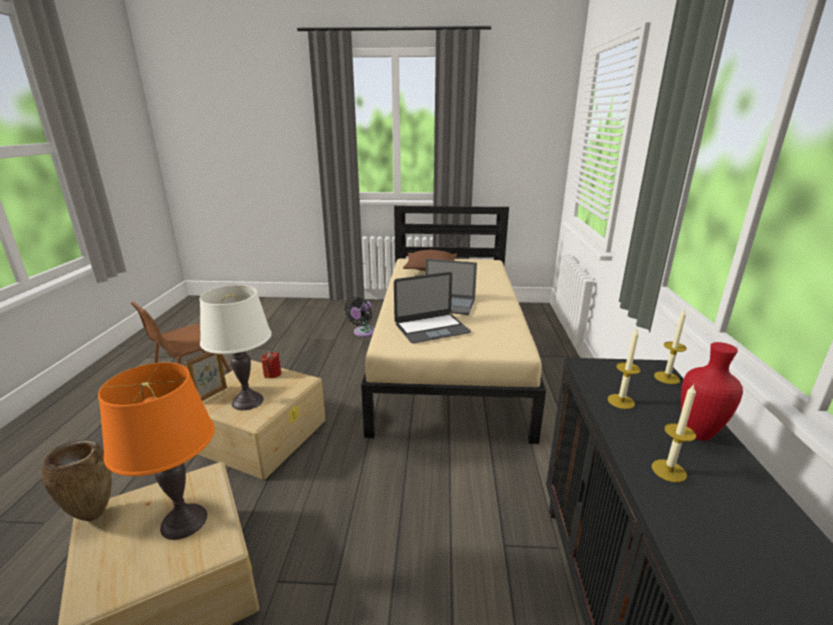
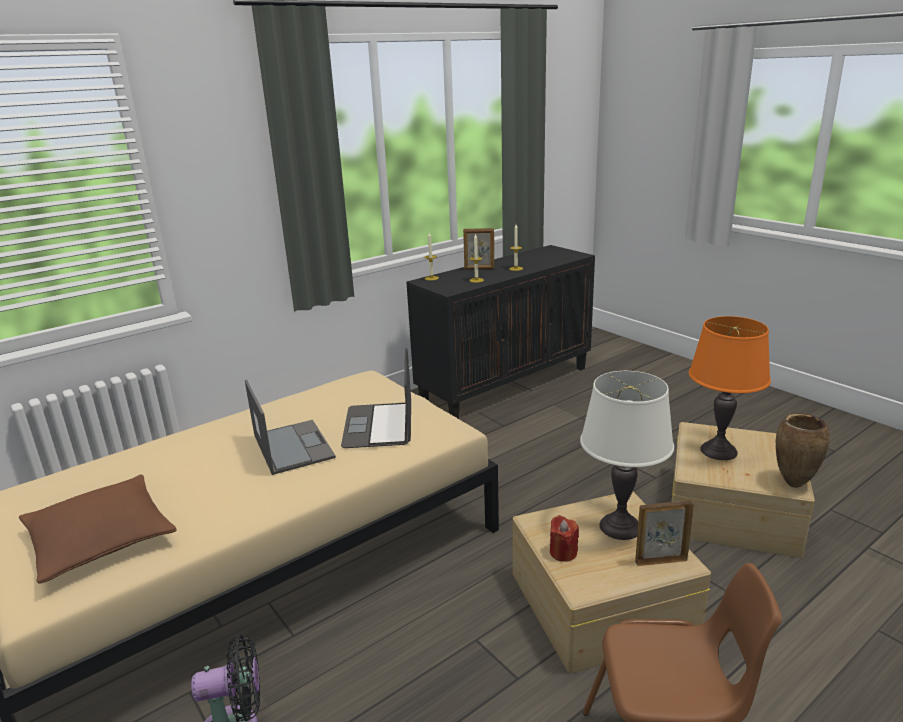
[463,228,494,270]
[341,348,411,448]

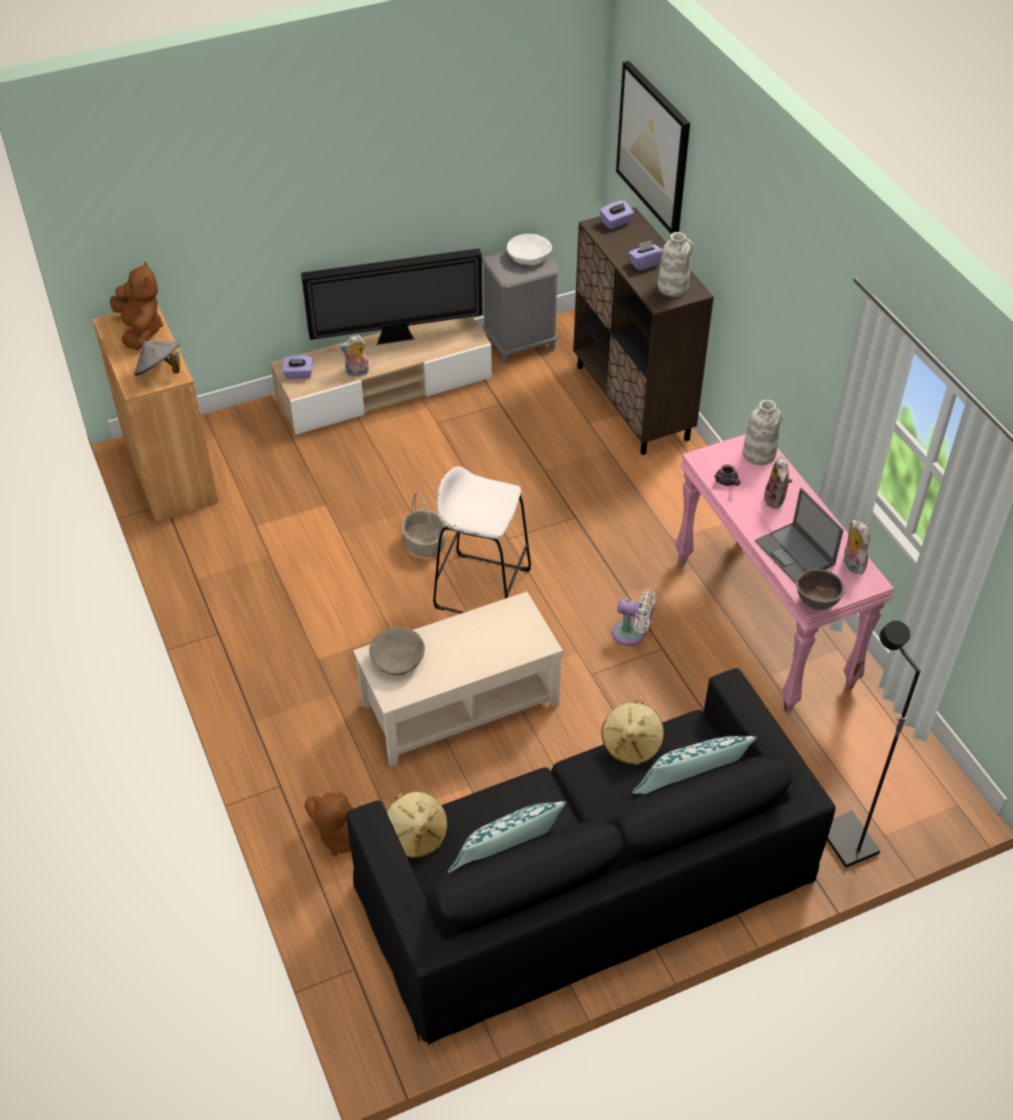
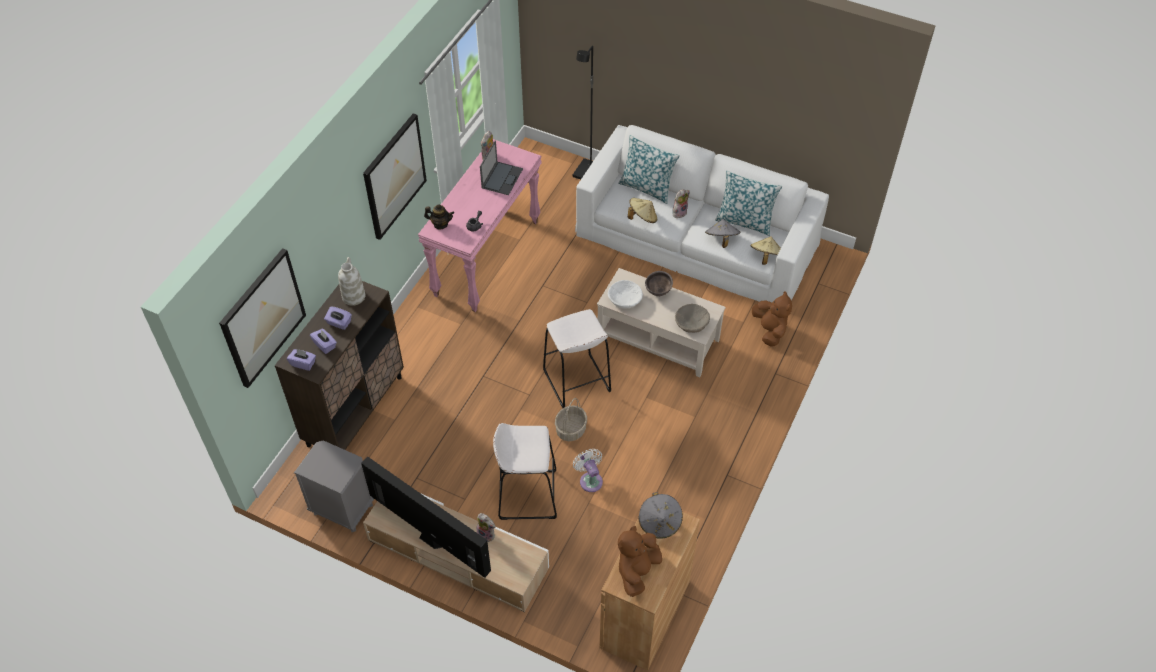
[363,113,427,240]
[493,423,557,520]
[705,219,740,248]
[310,329,337,354]
[608,280,643,309]
[573,449,603,492]
[672,189,690,218]
[645,271,673,296]
[424,204,454,229]
[575,125,829,302]

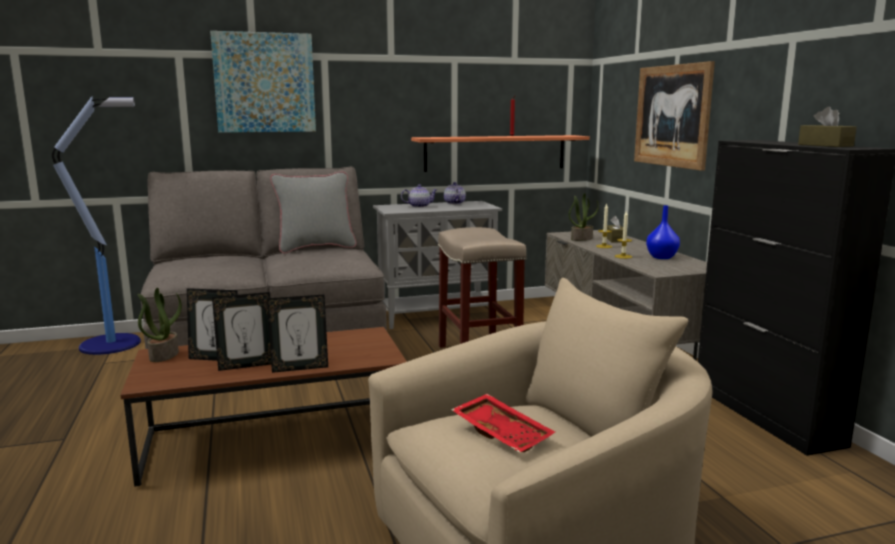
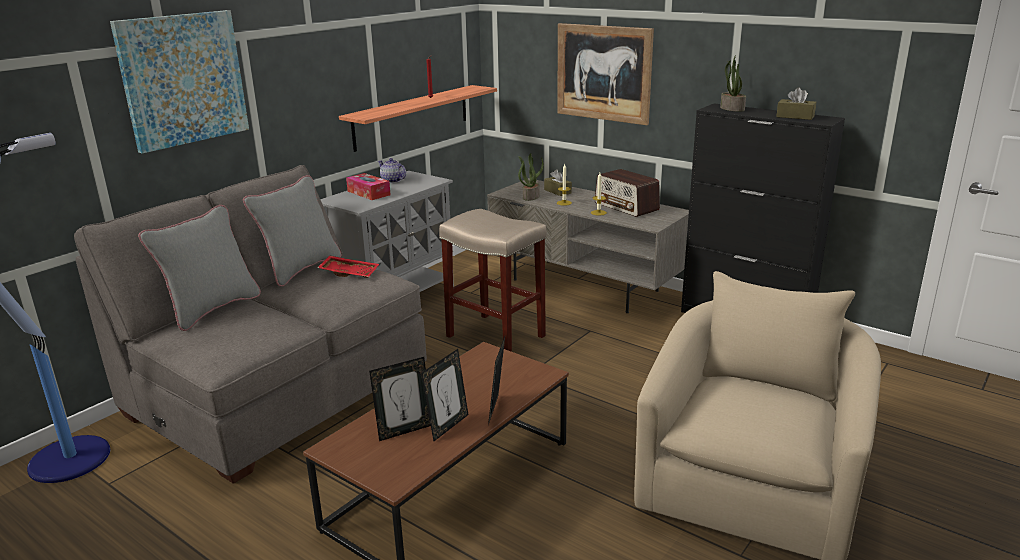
[138,205,261,331]
[720,55,746,112]
[317,255,379,278]
[346,173,391,200]
[595,169,660,217]
[488,337,505,425]

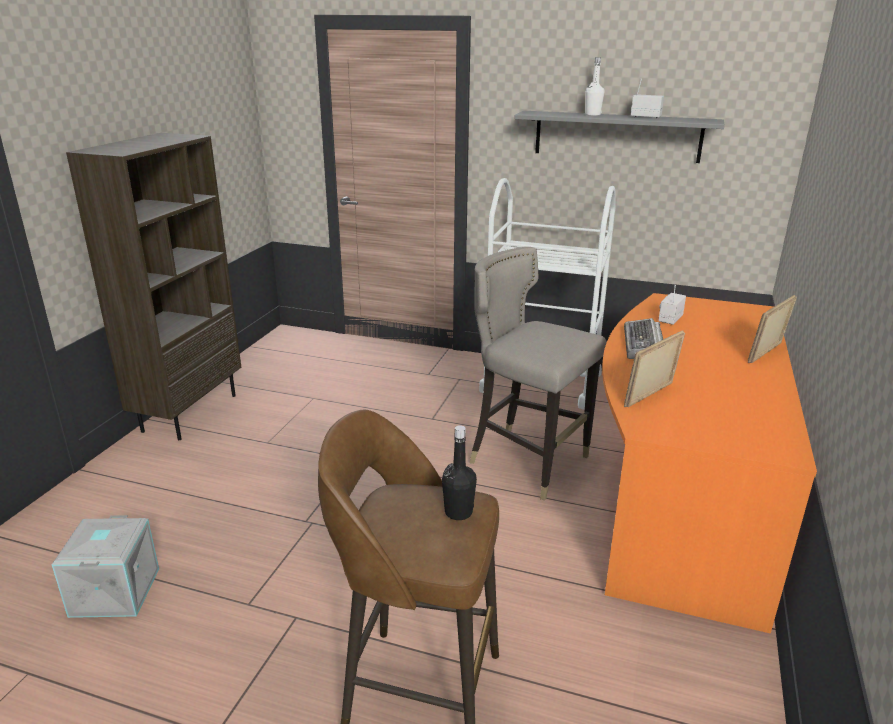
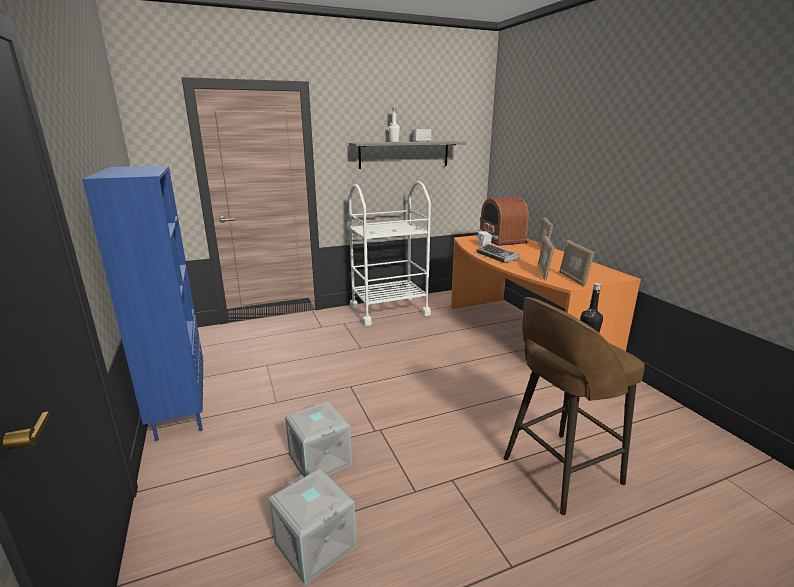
[469,247,607,500] (first image)
[285,401,352,477]
[478,197,529,246]
[560,240,594,287]
[82,165,203,441]

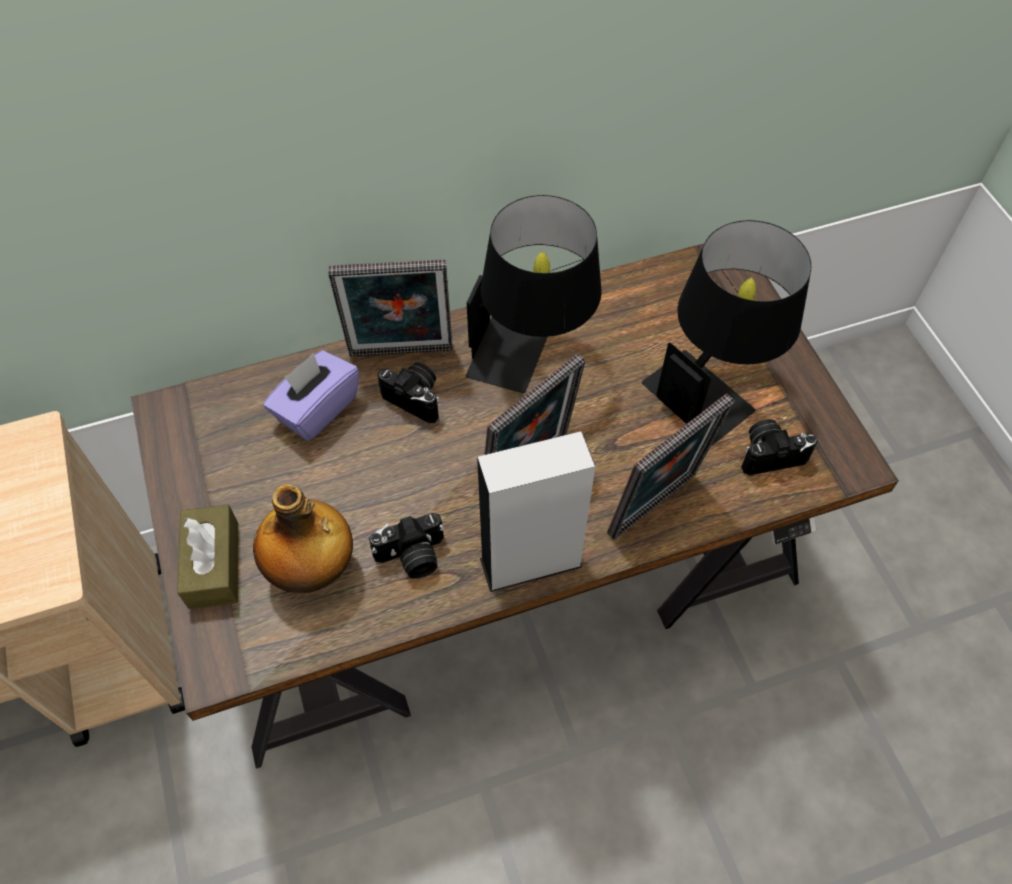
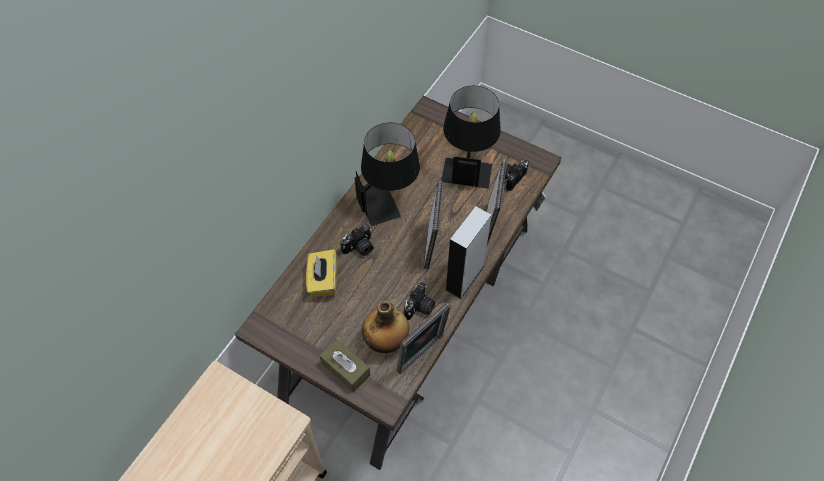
[396,302,451,374]
[306,249,337,297]
[340,225,374,256]

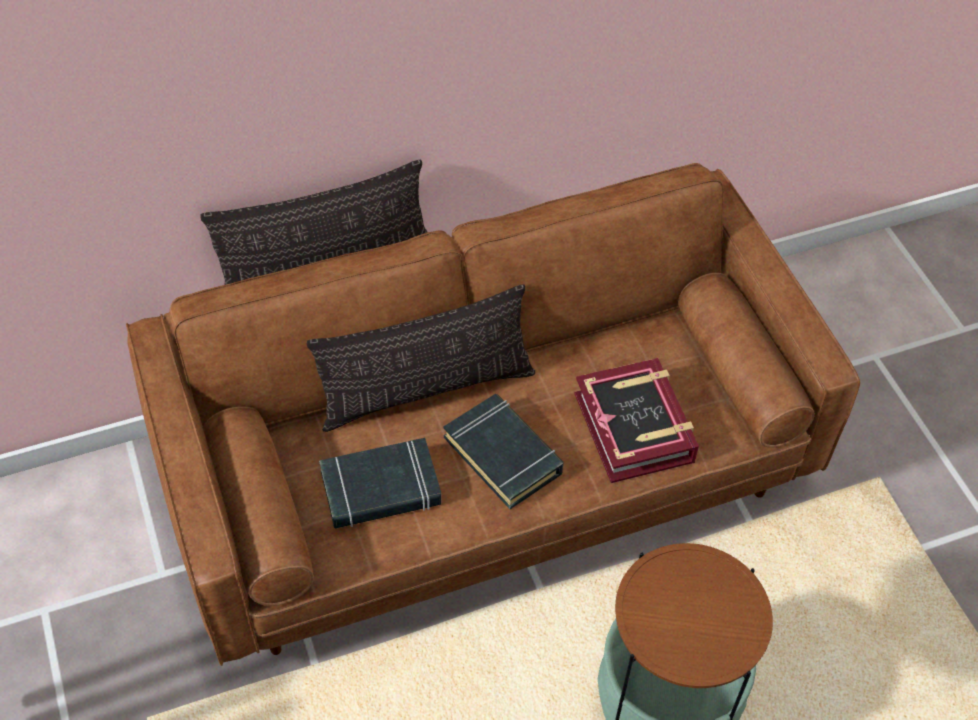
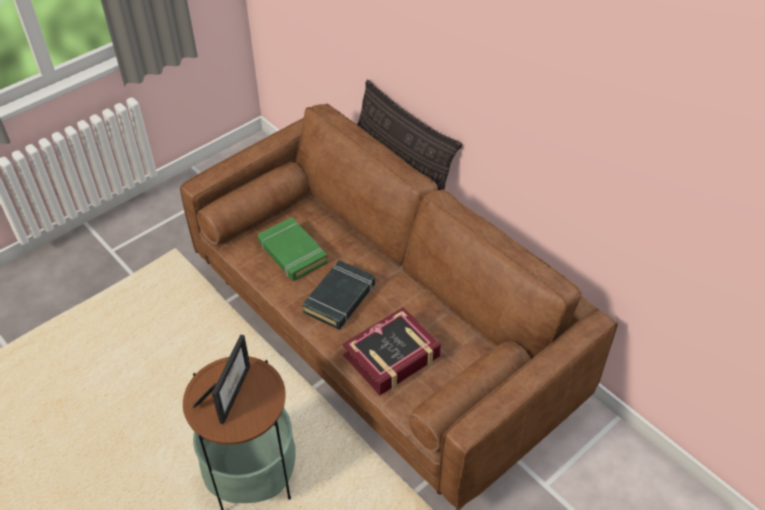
[307,284,536,432] (first image)
[192,334,250,424]
[258,217,328,281]

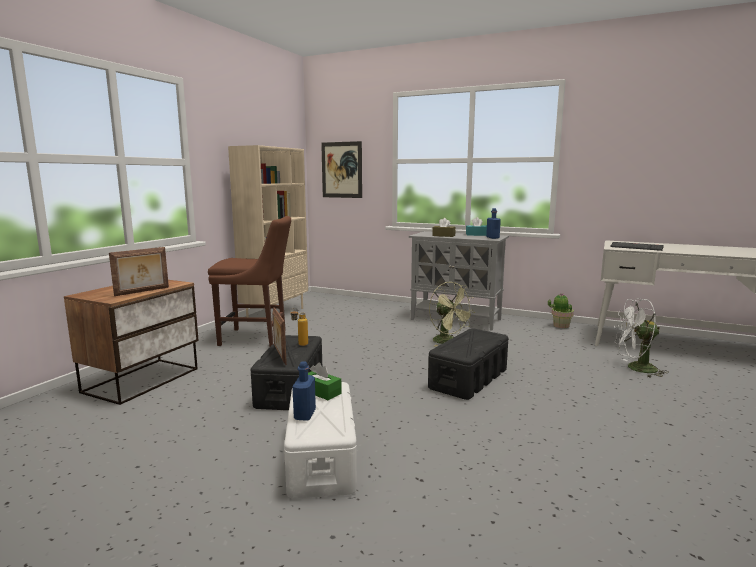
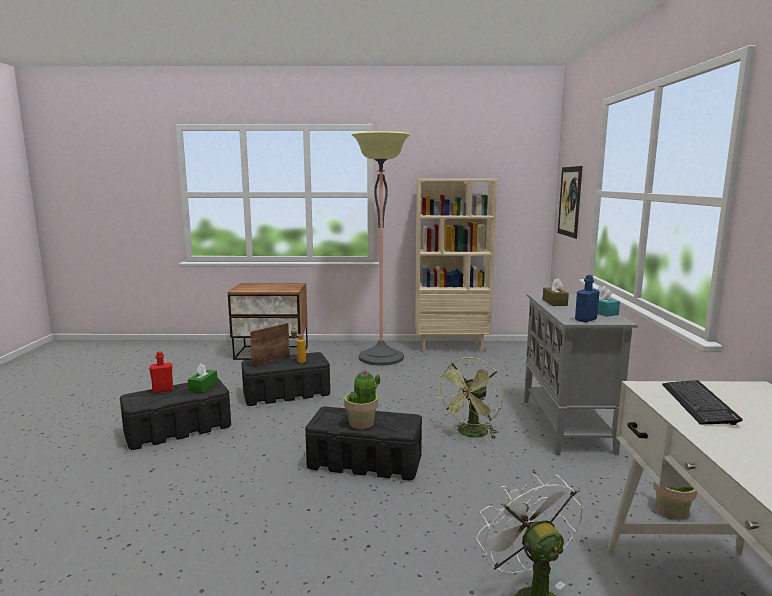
[109,247,169,296] (first image)
[344,370,380,429]
[352,131,410,366]
[120,378,231,450]
[149,351,173,393]

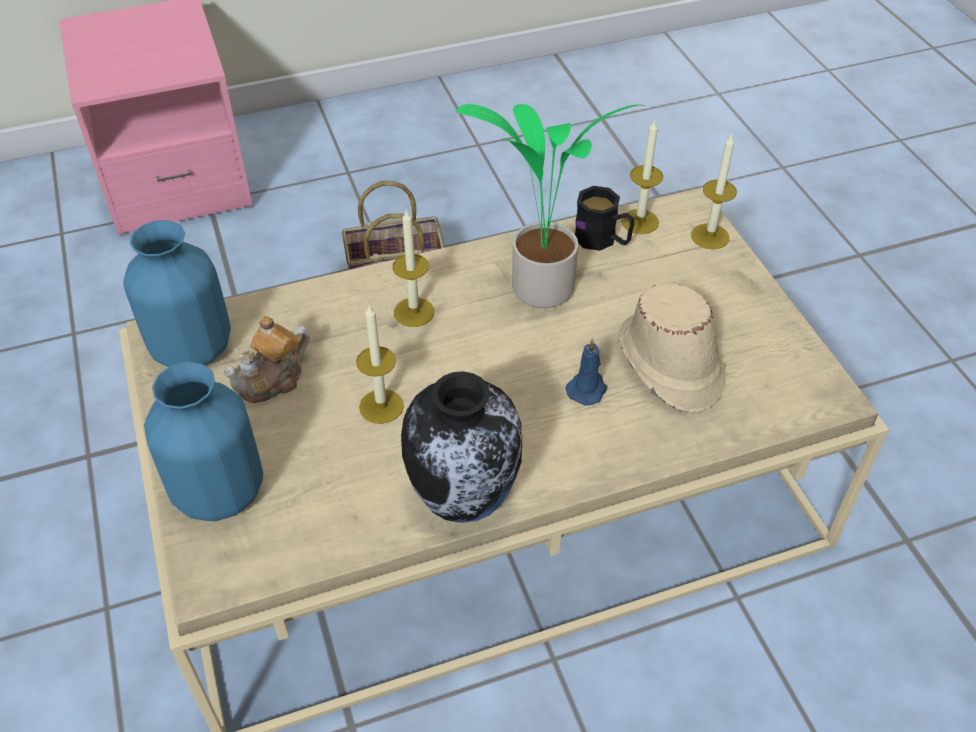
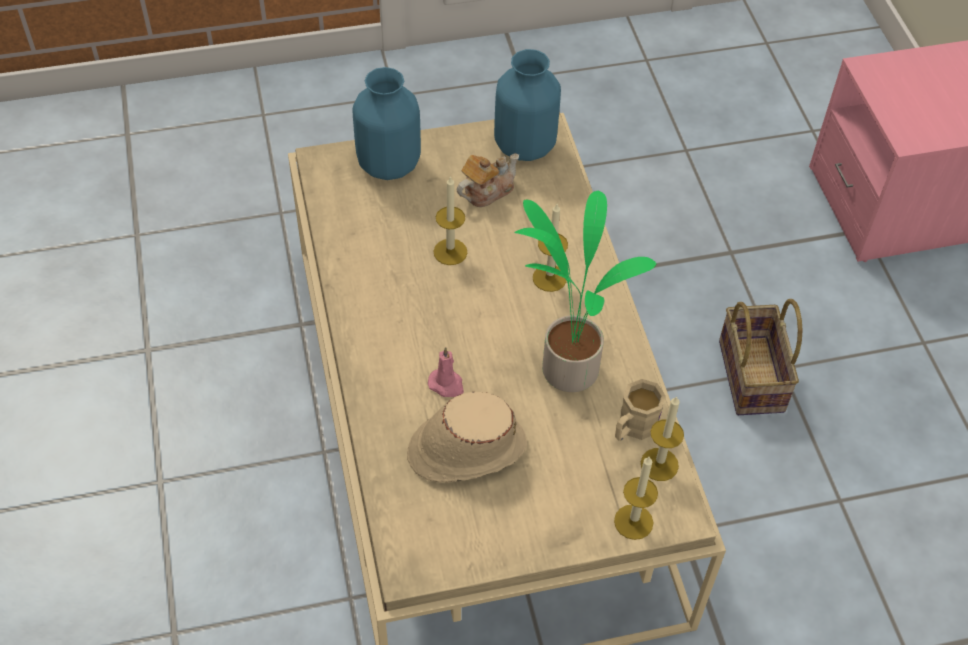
[401,371,522,523] (first image)
[428,347,464,397]
[615,379,666,441]
[457,153,519,207]

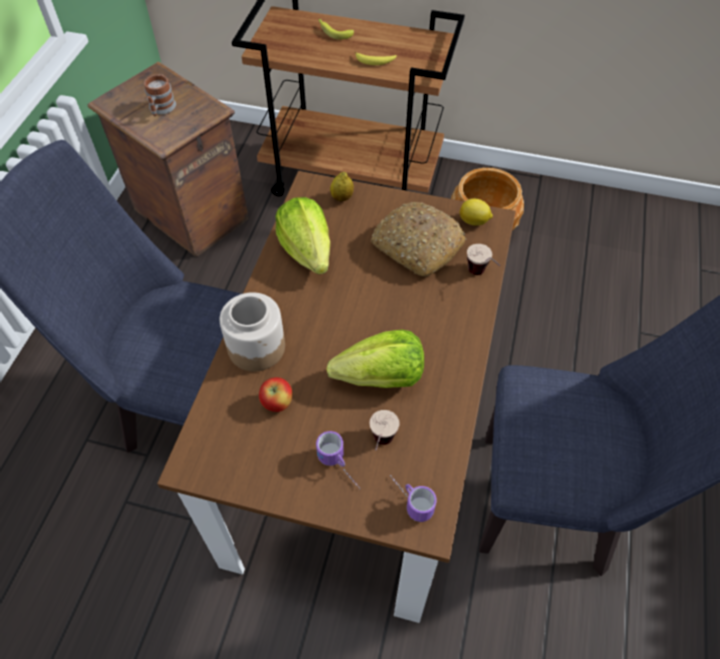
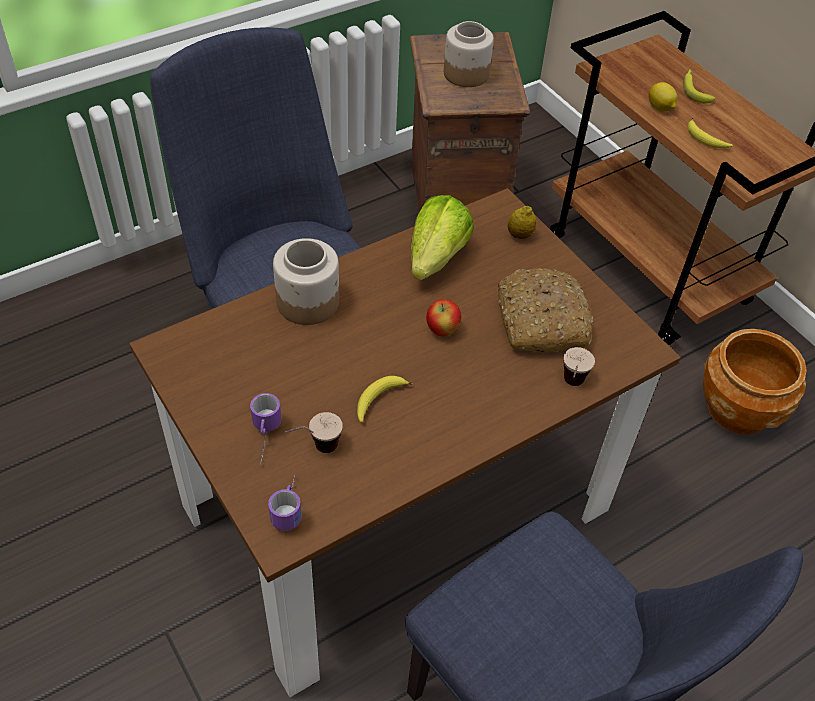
[426,299,461,337]
[648,82,677,111]
[444,21,494,87]
[357,376,412,423]

